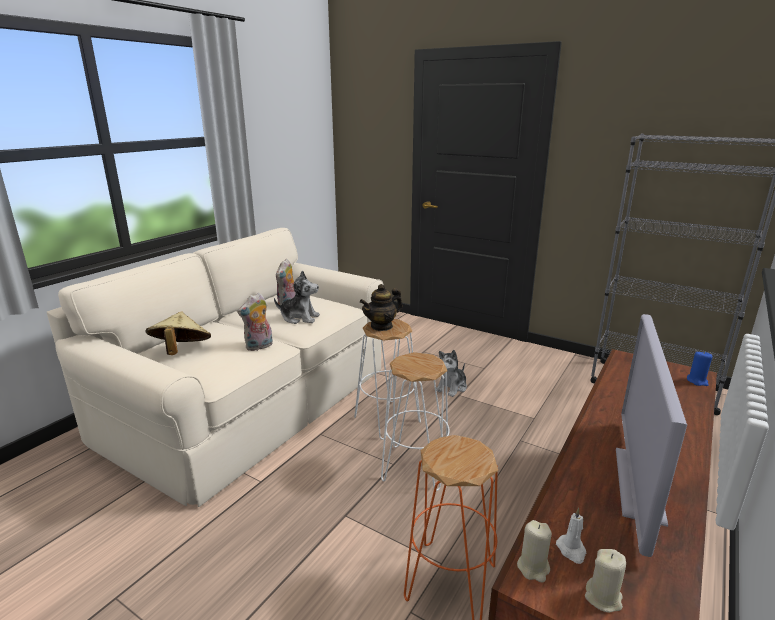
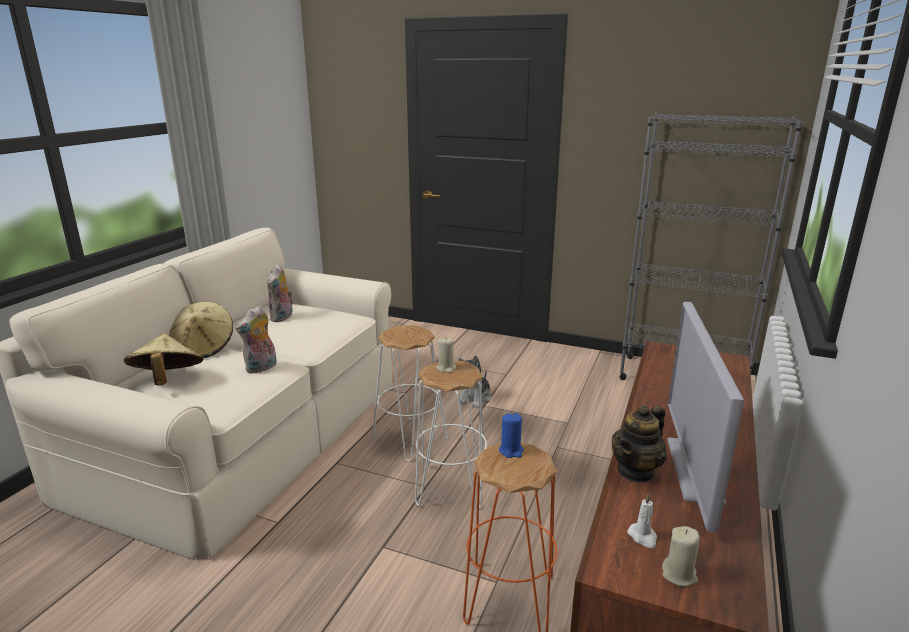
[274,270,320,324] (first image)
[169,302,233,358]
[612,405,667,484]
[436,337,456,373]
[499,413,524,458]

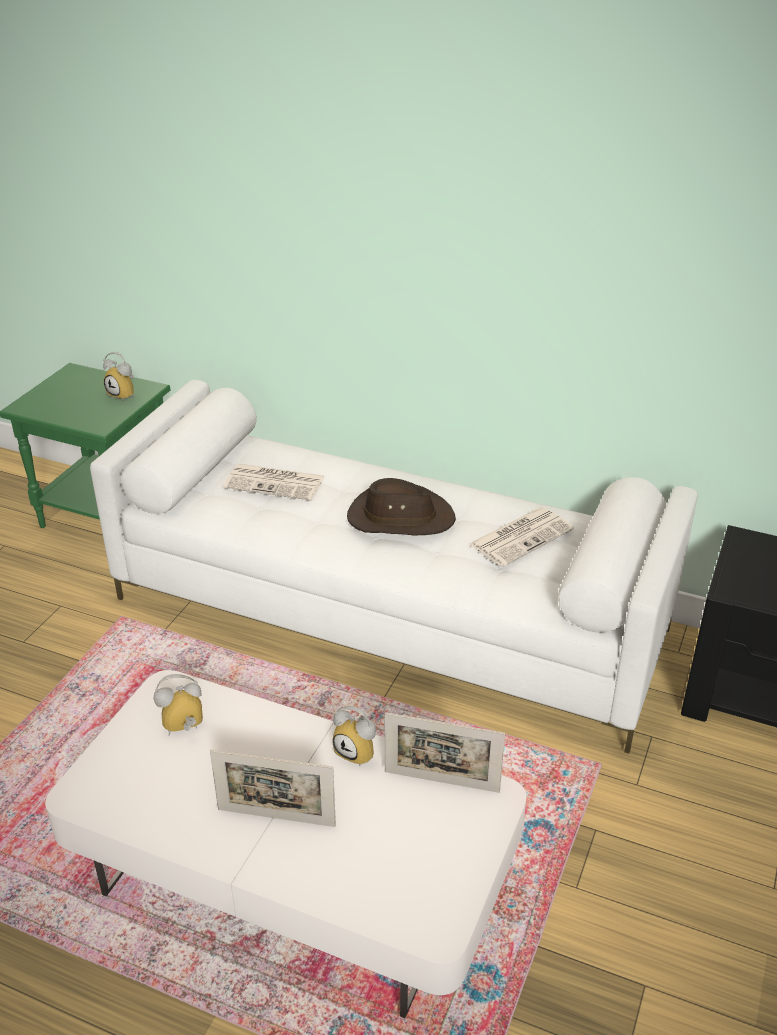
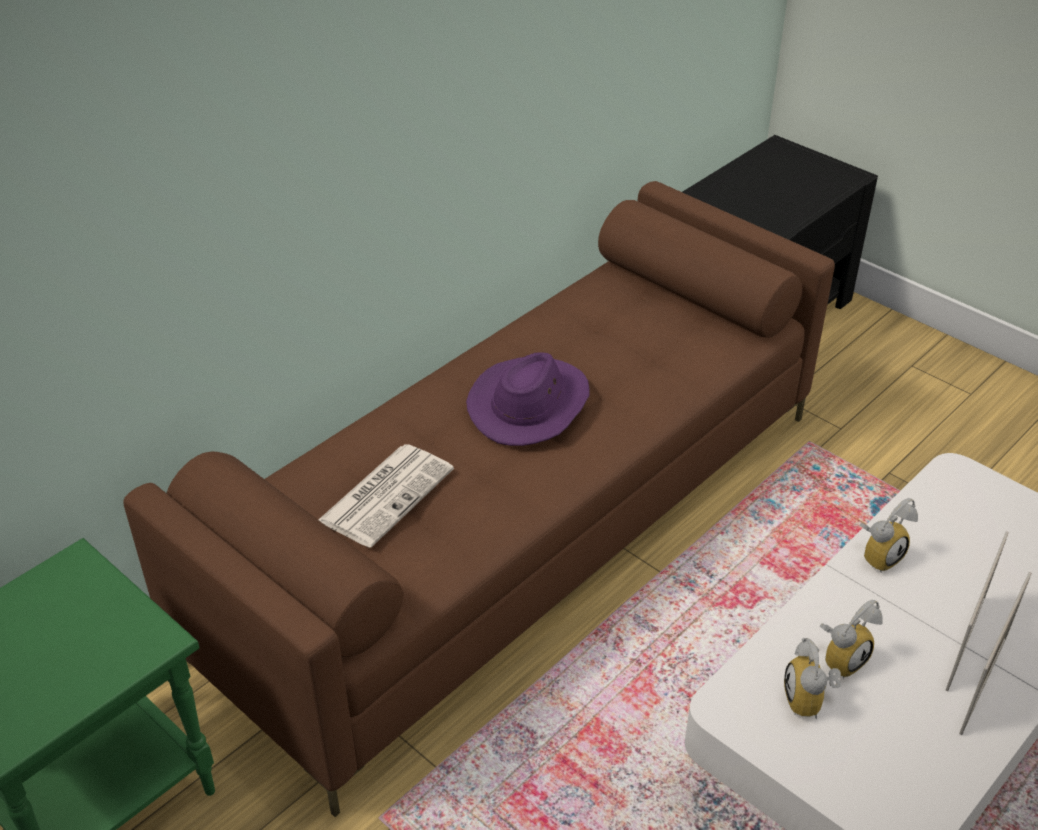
[469,507,574,567] (first image)
[820,600,883,679]
[959,572,1032,735]
[123,181,835,817]
[466,352,589,446]

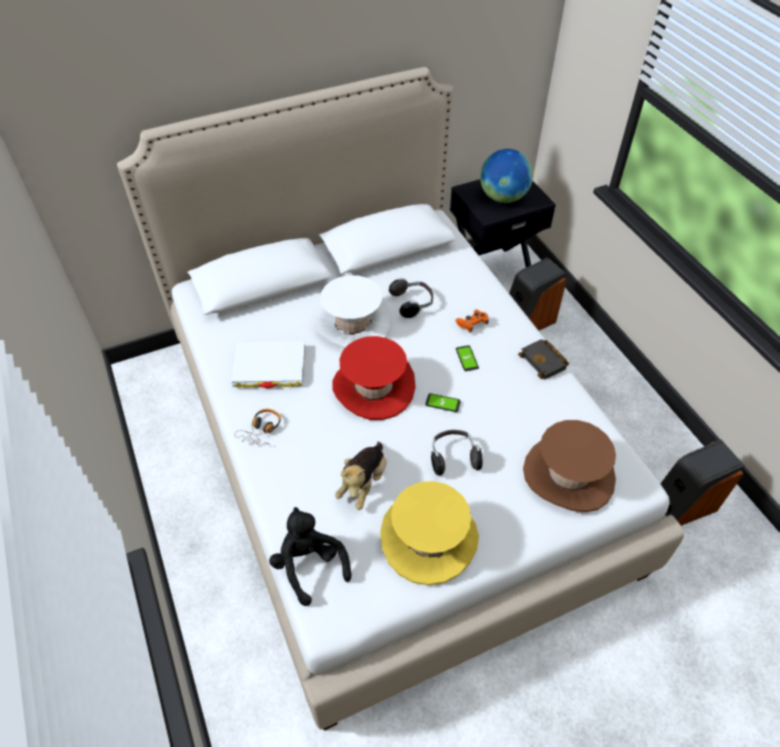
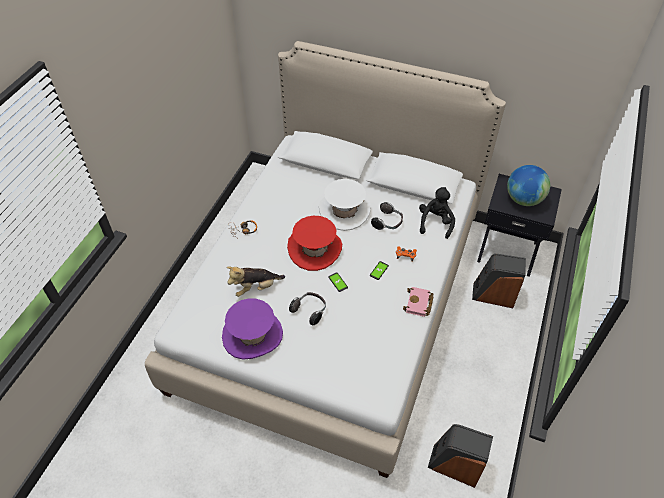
[231,341,305,388] (first image)
[523,420,616,512] (first image)
[419,187,455,239]
[222,298,283,360]
[403,287,434,317]

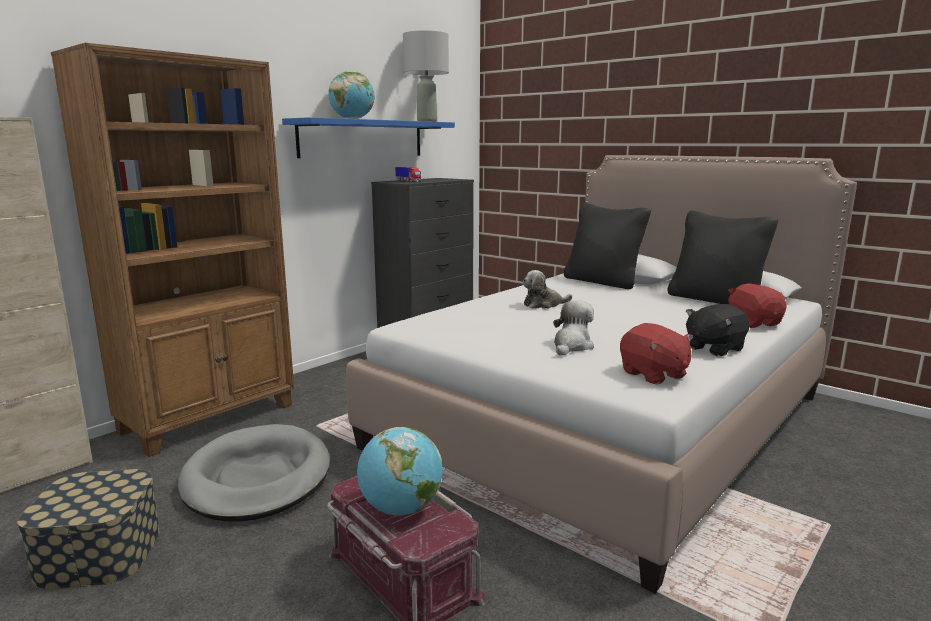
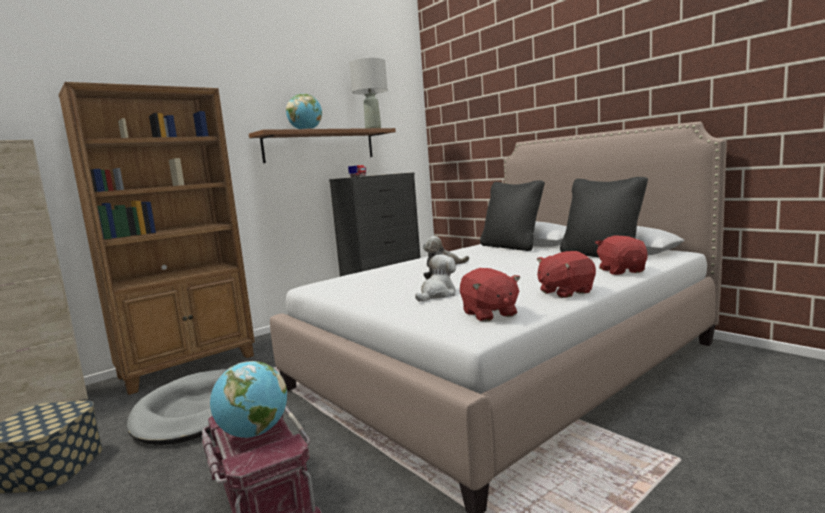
[249,128,396,163]
[537,251,596,298]

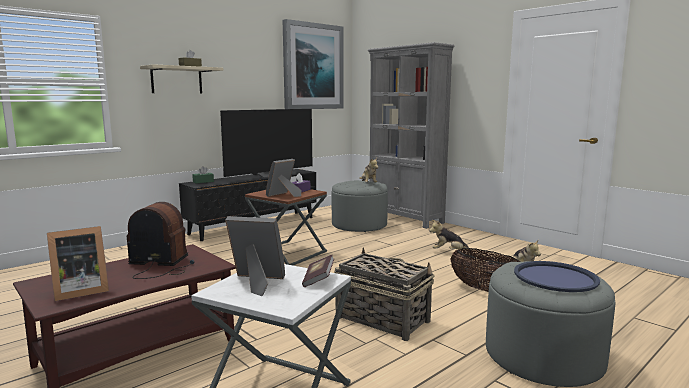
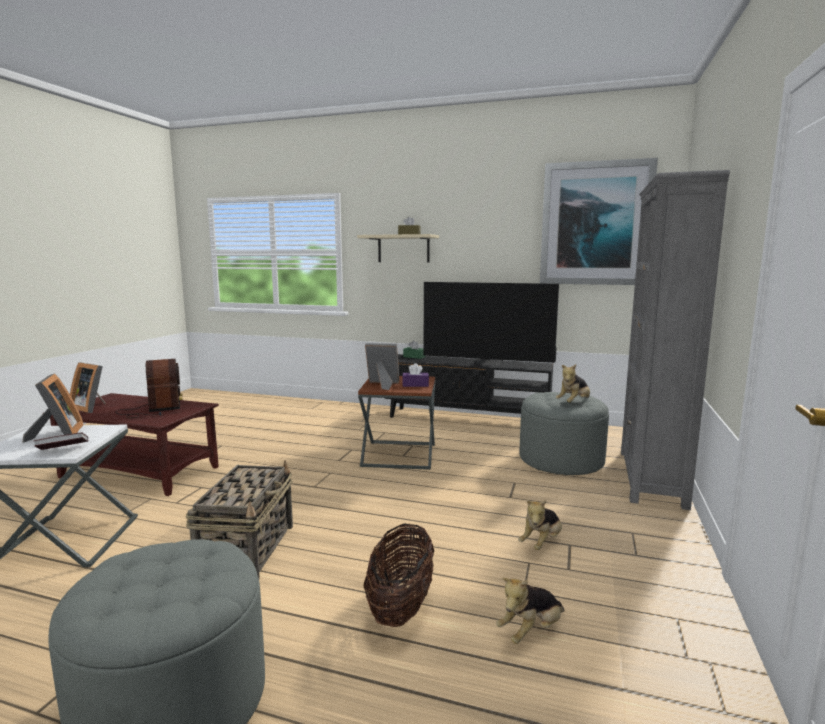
[514,261,600,292] (first image)
[518,500,562,550]

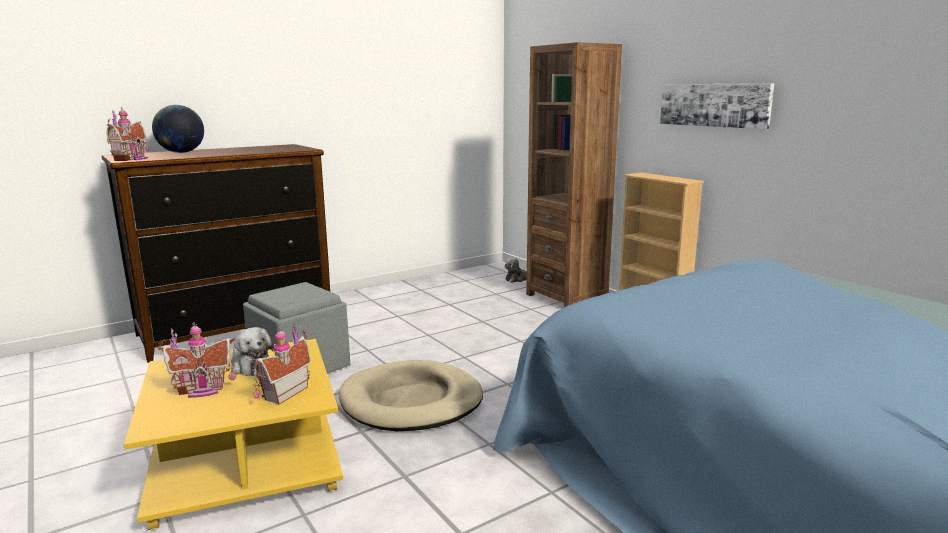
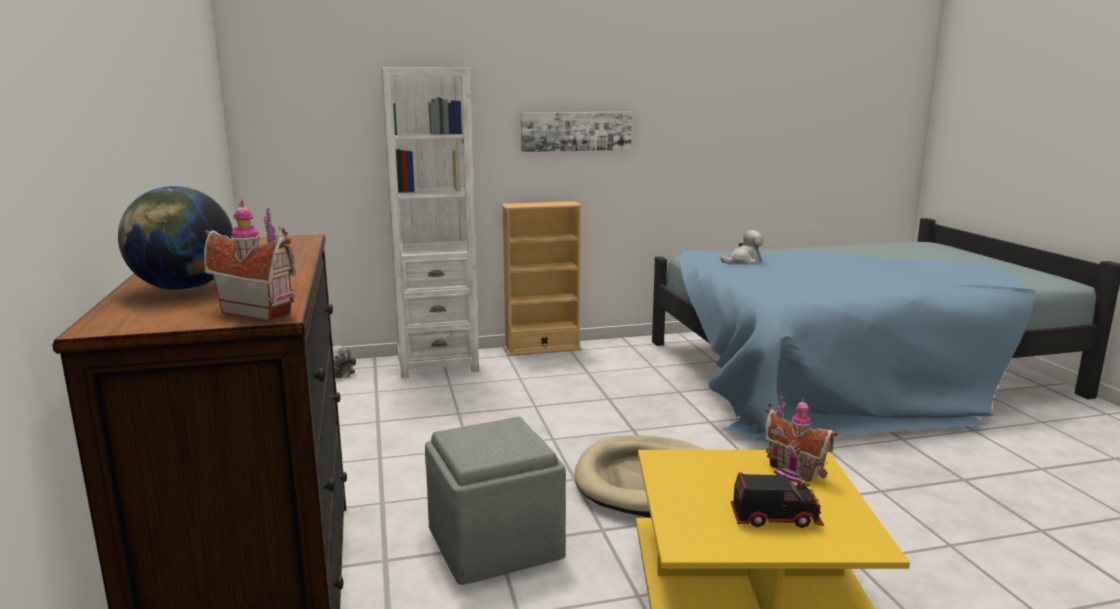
[721,230,763,265]
[731,473,824,528]
[381,67,479,379]

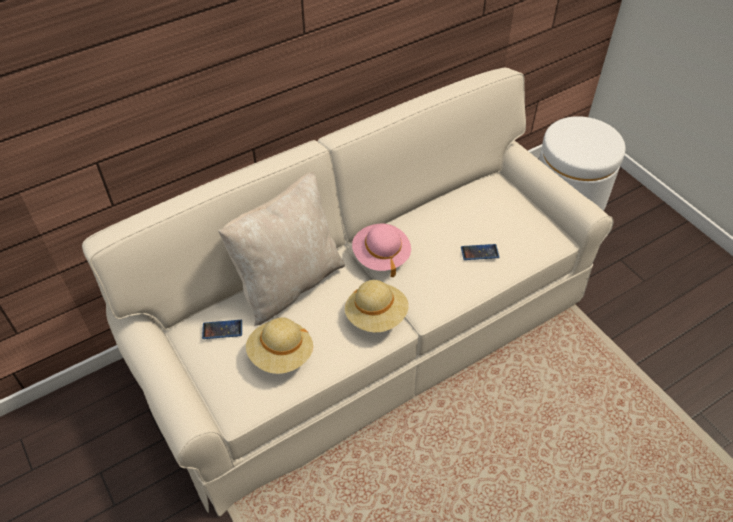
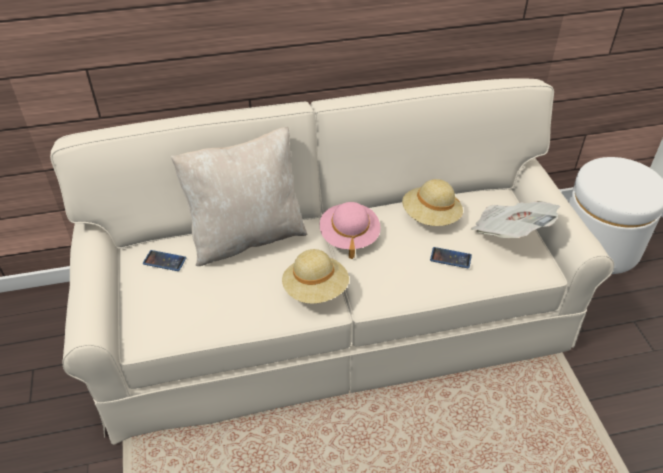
[471,201,560,238]
[402,179,463,226]

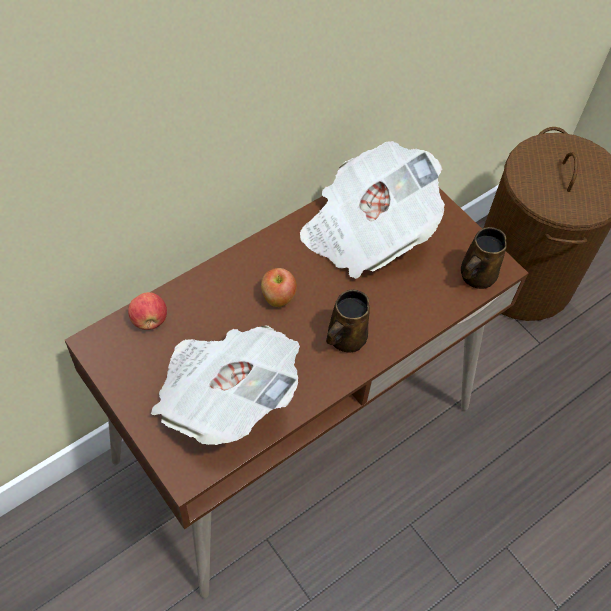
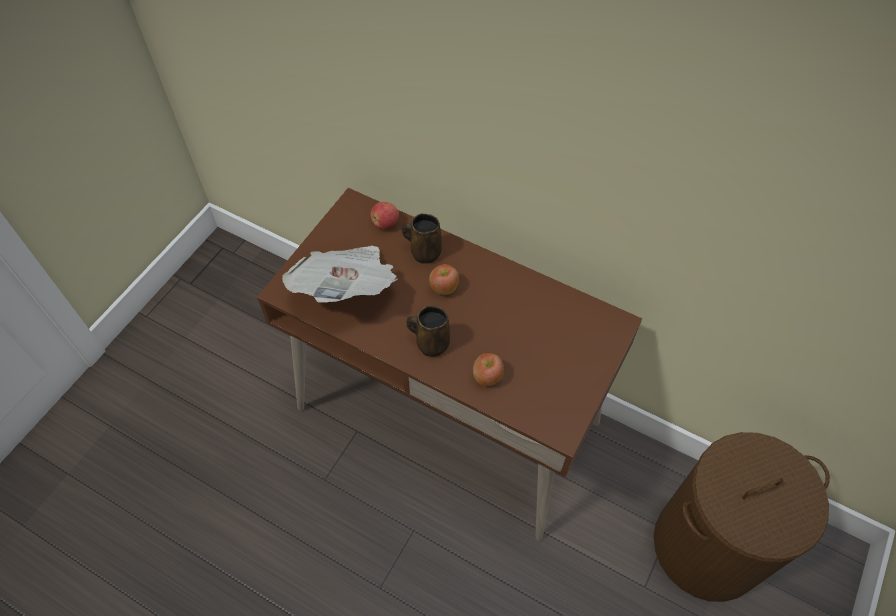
[300,141,445,279] (first image)
[473,353,504,386]
[402,214,442,264]

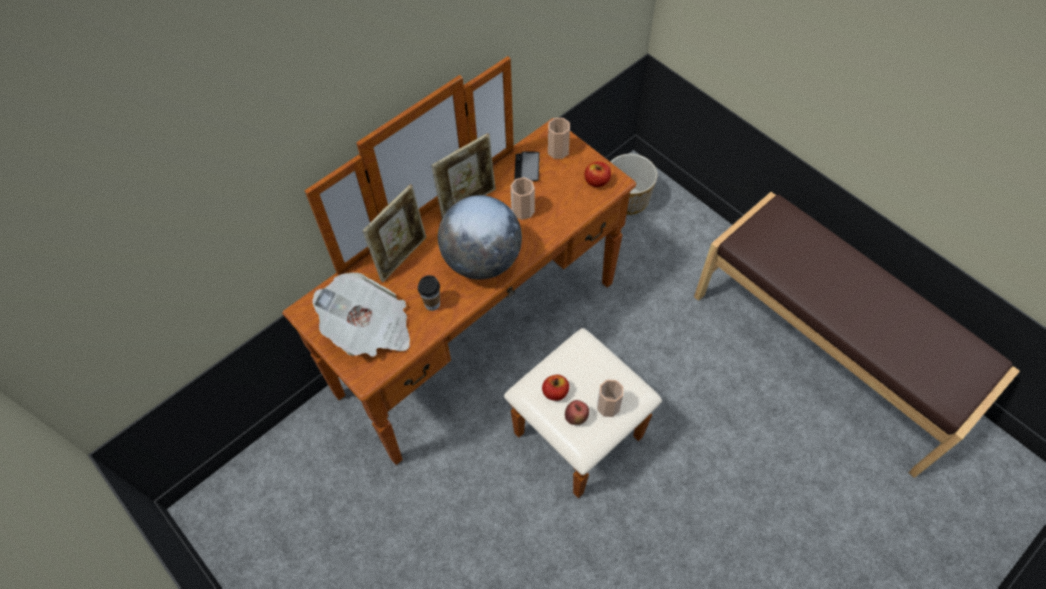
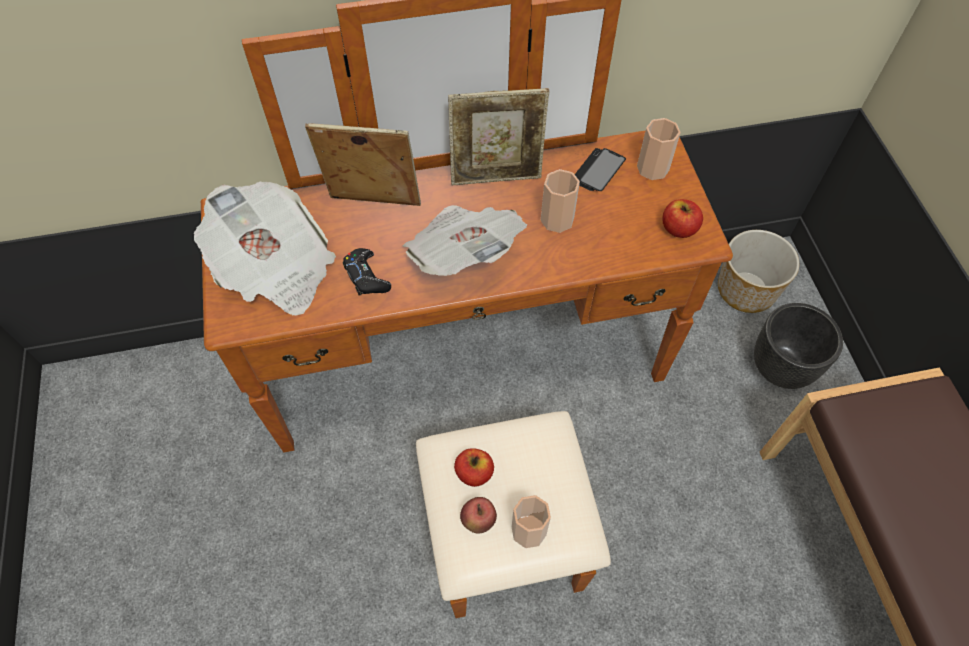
[754,303,843,389]
[343,248,391,296]
[403,205,527,276]
[305,123,421,206]

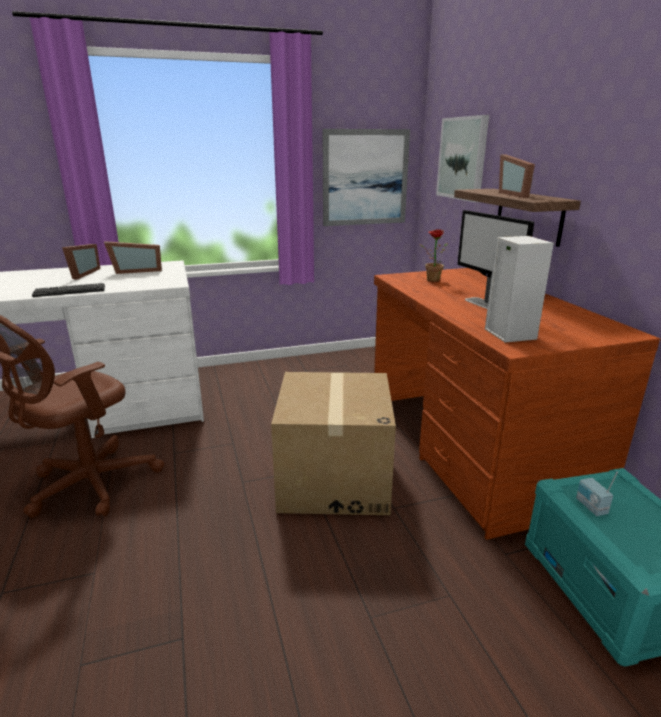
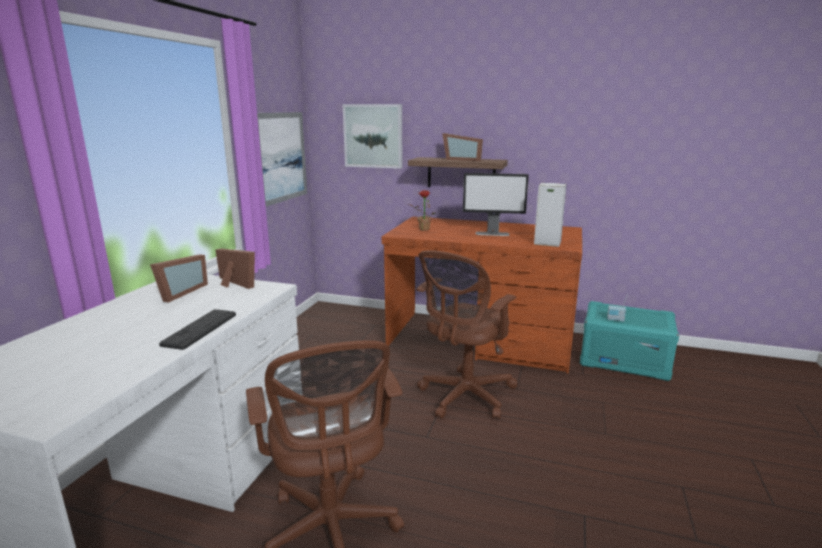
[215,249,255,289]
[416,250,518,419]

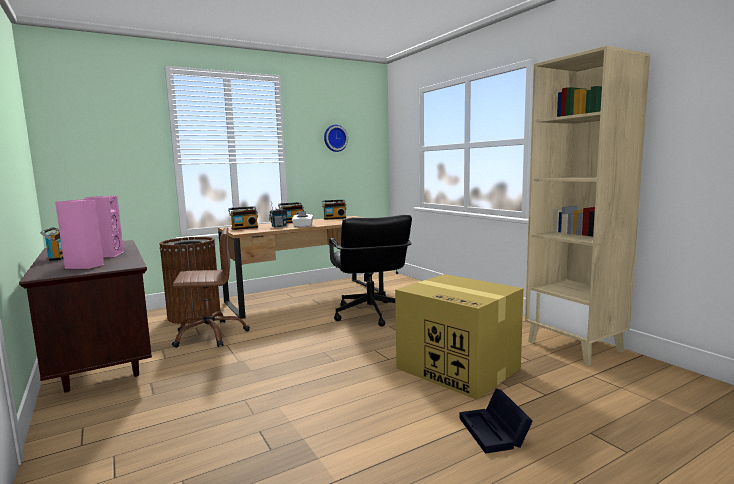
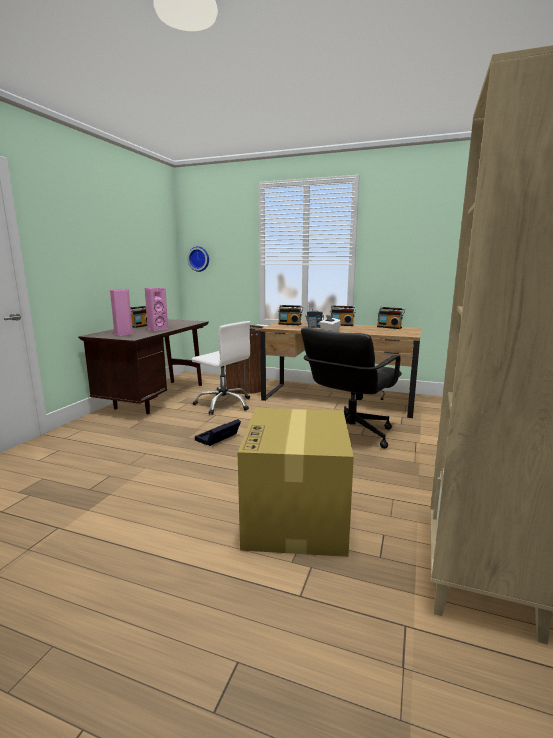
[187,246,209,272]
[195,419,241,446]
[192,321,250,415]

